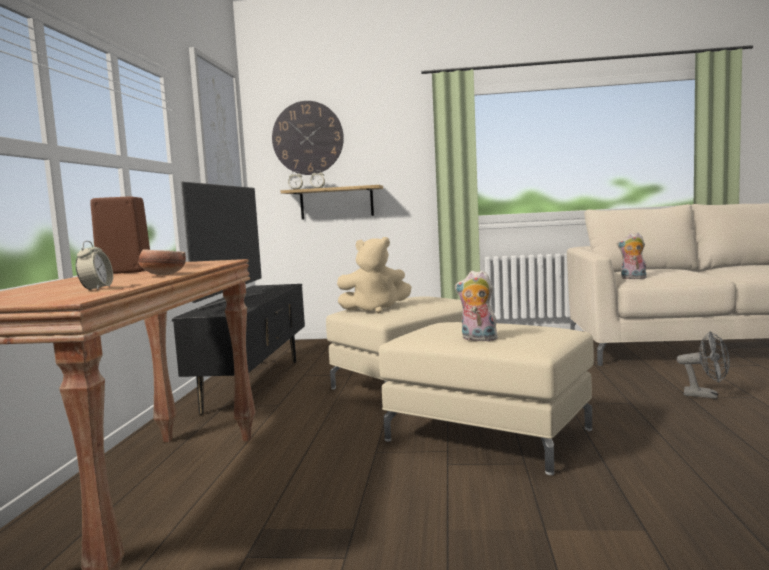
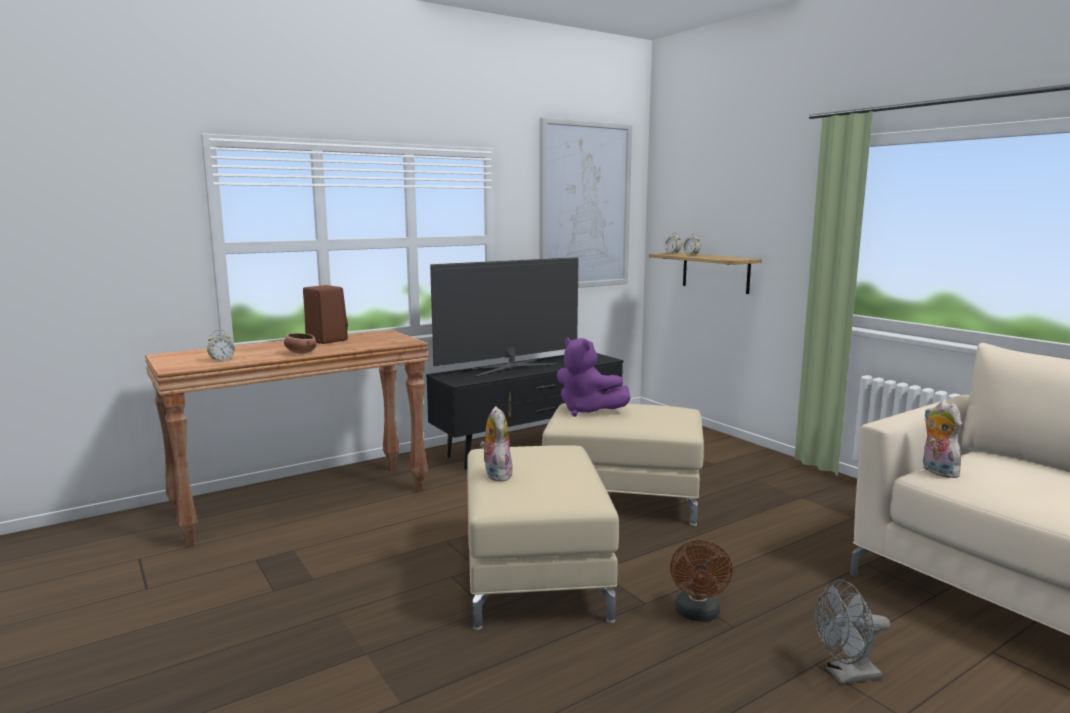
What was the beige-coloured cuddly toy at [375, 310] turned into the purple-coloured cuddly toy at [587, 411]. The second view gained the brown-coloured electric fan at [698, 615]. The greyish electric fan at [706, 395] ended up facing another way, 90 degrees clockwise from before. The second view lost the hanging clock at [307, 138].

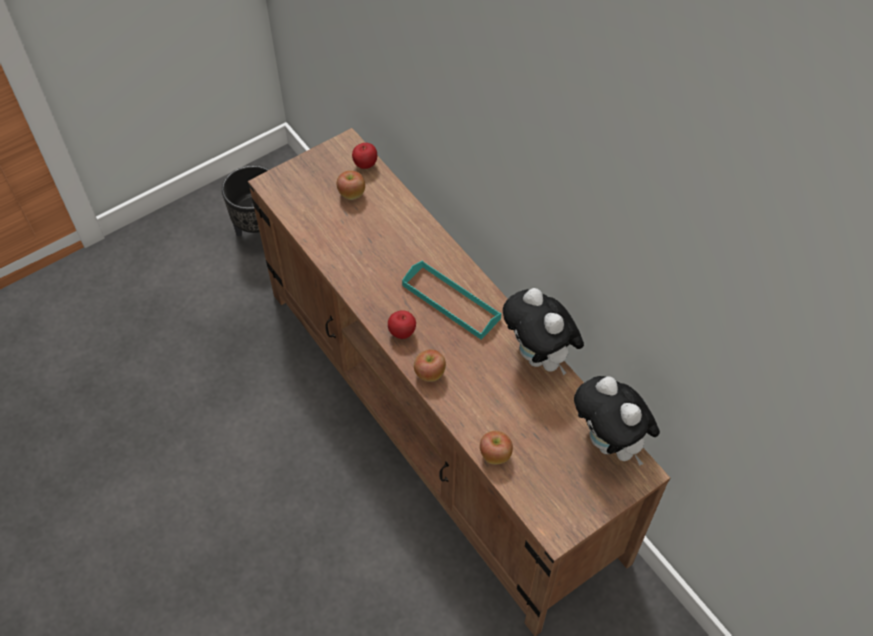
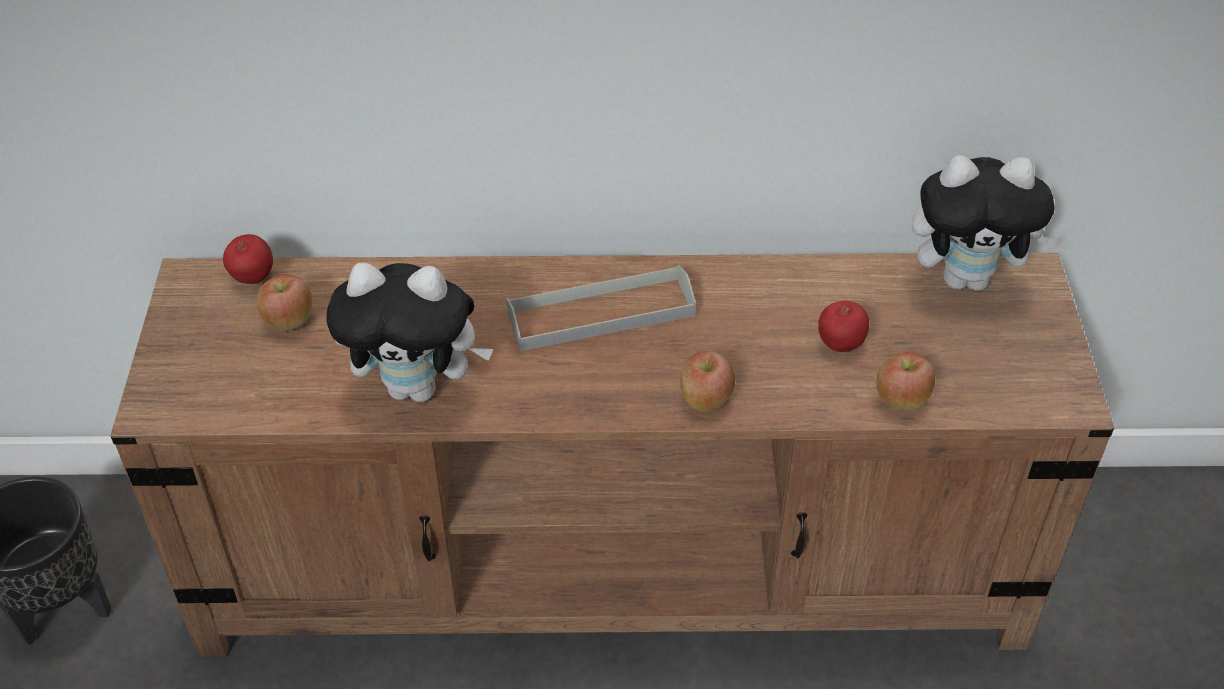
The cuddly toy ended up elsewhere, having gone from [539, 357] to [418, 387]. What was the turquoise tray at [451, 302] turned into the greyish tray at [601, 314]. The apple ended up elsewhere, having gone from [402, 333] to [840, 345].

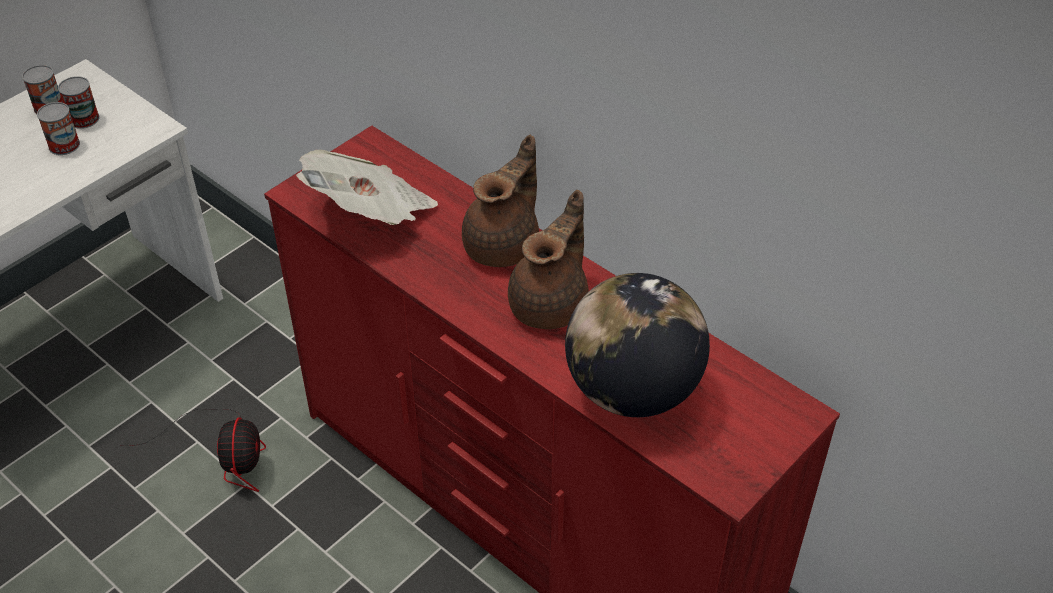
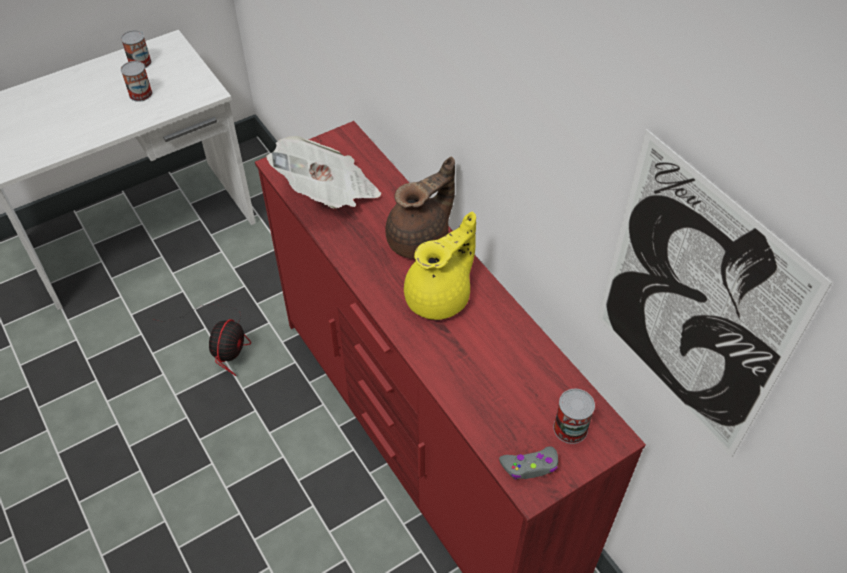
What was the brown-coloured teapot at [551, 304] turned into the yellowish teapot at [440, 297]. The second view gained the greyish gamepad at [530, 466]. The sealed can ended up elsewhere, having gone from [84, 119] to [570, 428]. The second view gained the wall picture at [692, 303]. The second view lost the globe at [632, 391].

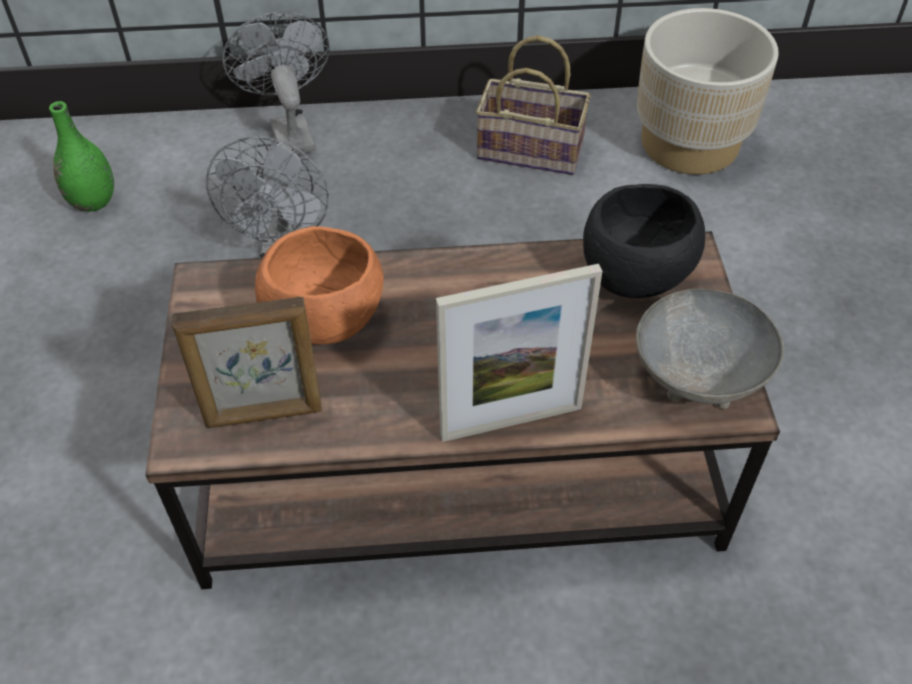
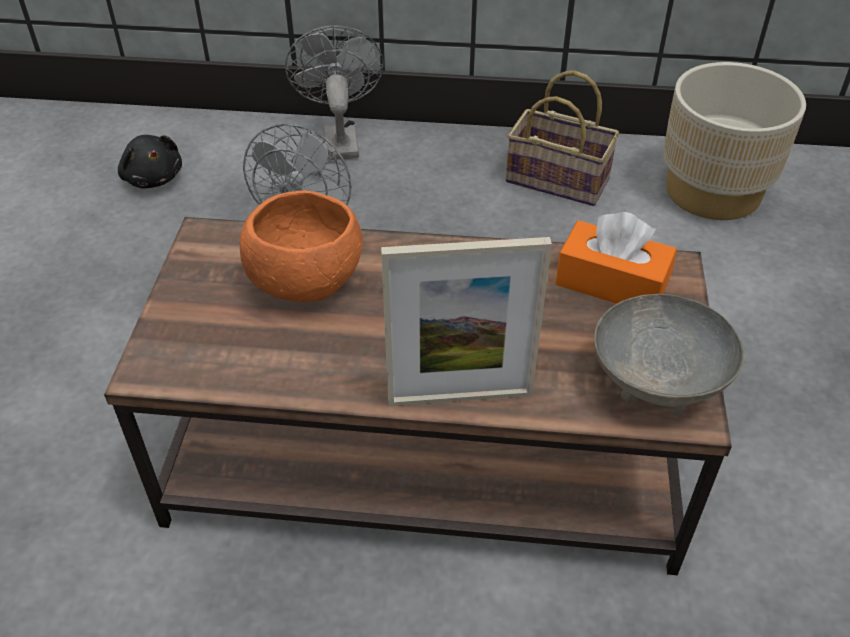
Where the green vase stood at [93, 202], the blackish cuddly toy came to stand at [153, 178]. Where the blackish deep dish stood at [633, 277], the orange-coloured box of tissues came to stand at [612, 283]. The second view lost the standing frame at [264, 415].

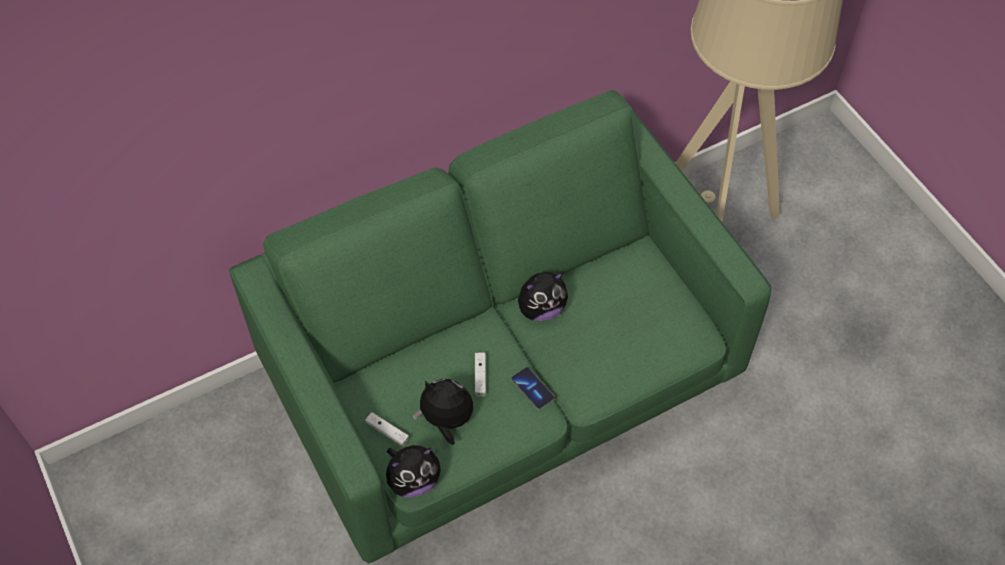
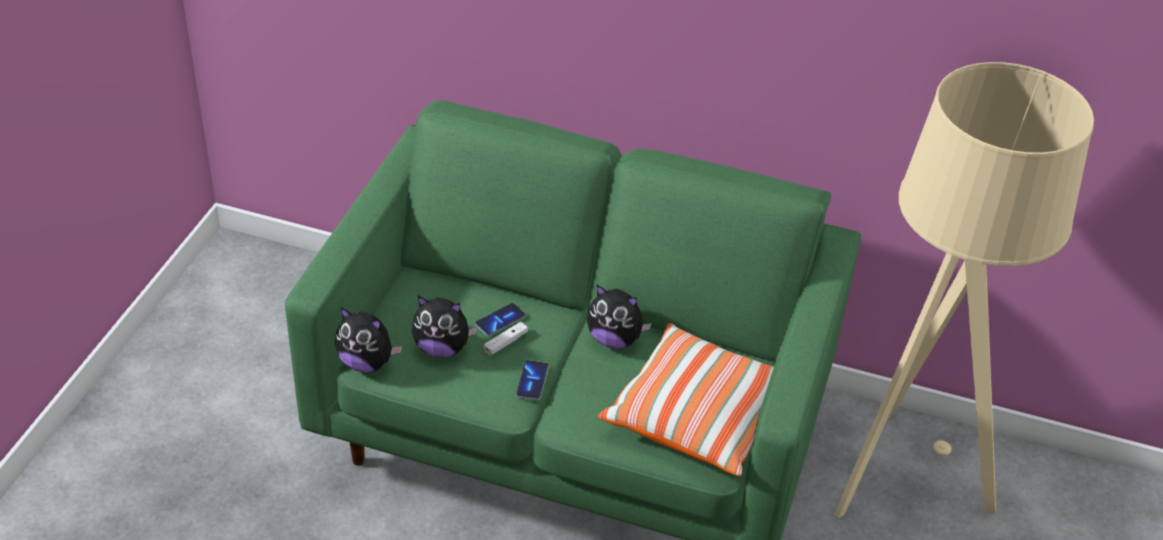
The cuddly toy at [446, 420] ended up facing another way, 135 degrees clockwise from before. The second view gained the telephone at [500, 321]. The second view gained the throw pillow at [697, 416]. The second view lost the whitish gamepad at [387, 432].

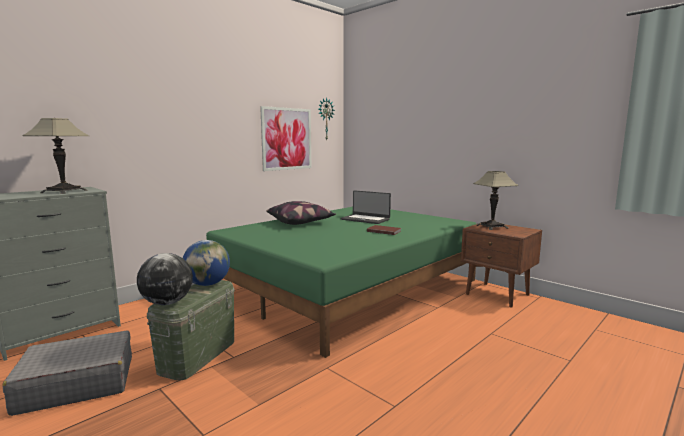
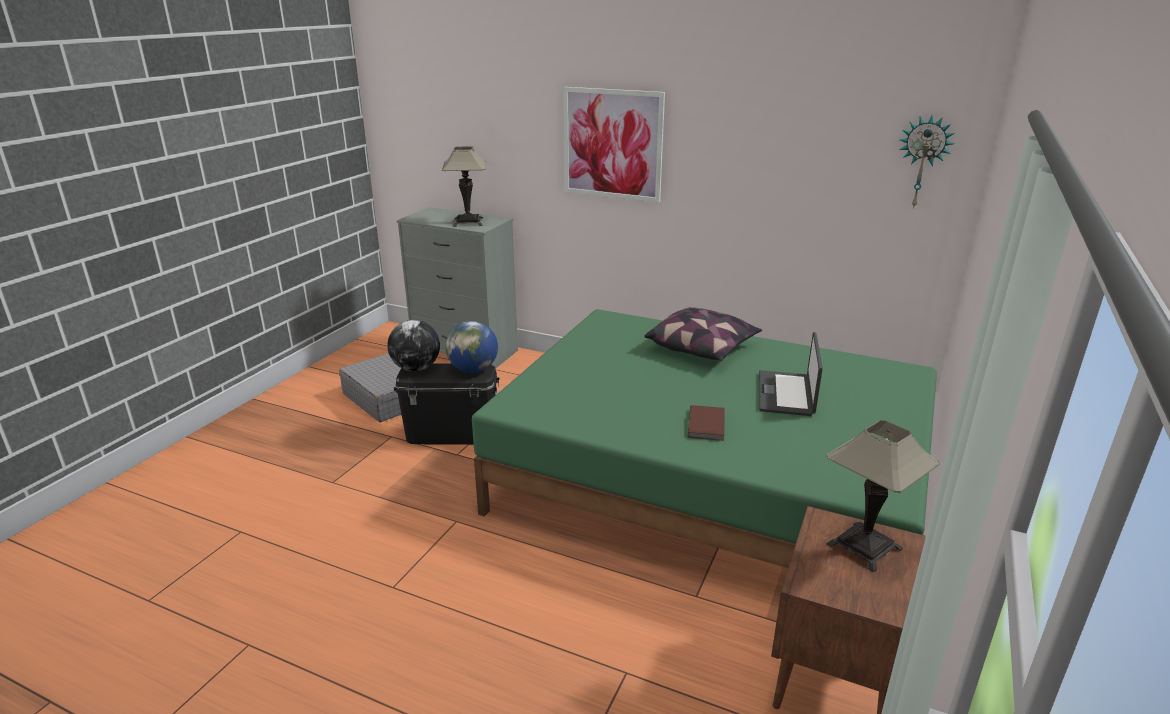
What was the green storage box at [198, 355] turned into the blackish storage box at [452, 433]. The wall picture ended up elsewhere, having gone from [287, 139] to [612, 144].

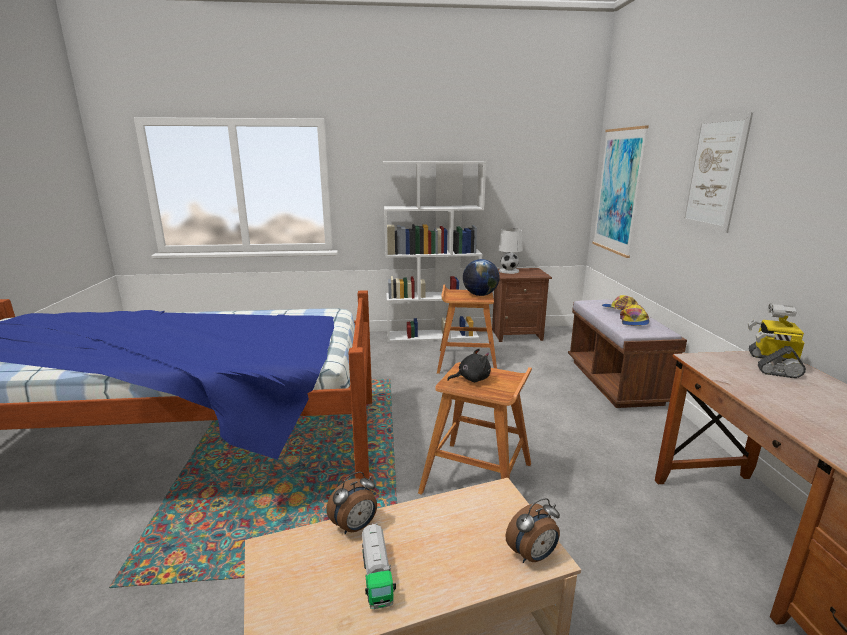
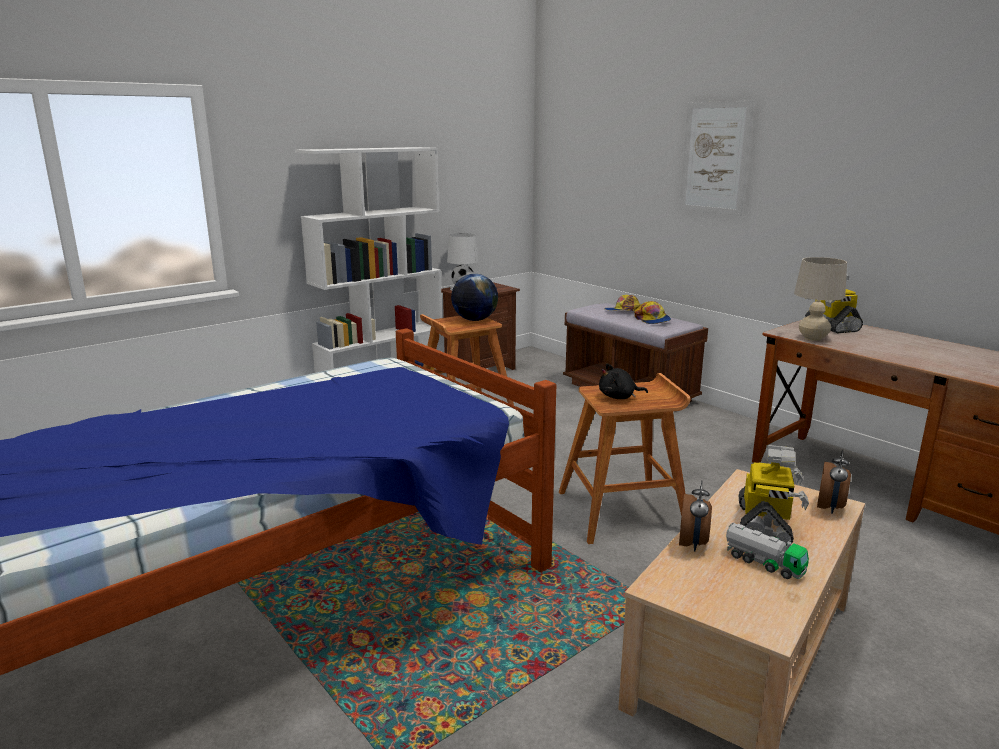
The blackish cuddly toy at [471, 379] ended up facing another way, 135 degrees counterclockwise from before. The second view gained the robot figure at [765, 525]. The second view gained the beige-coloured table lamp at [812, 338]. The second view lost the wall picture at [618, 191].

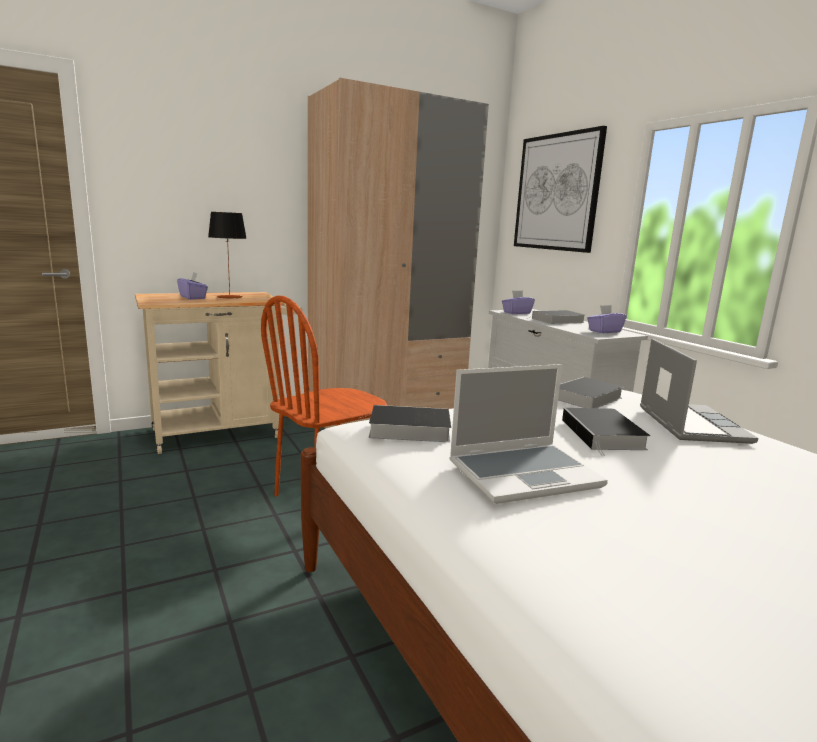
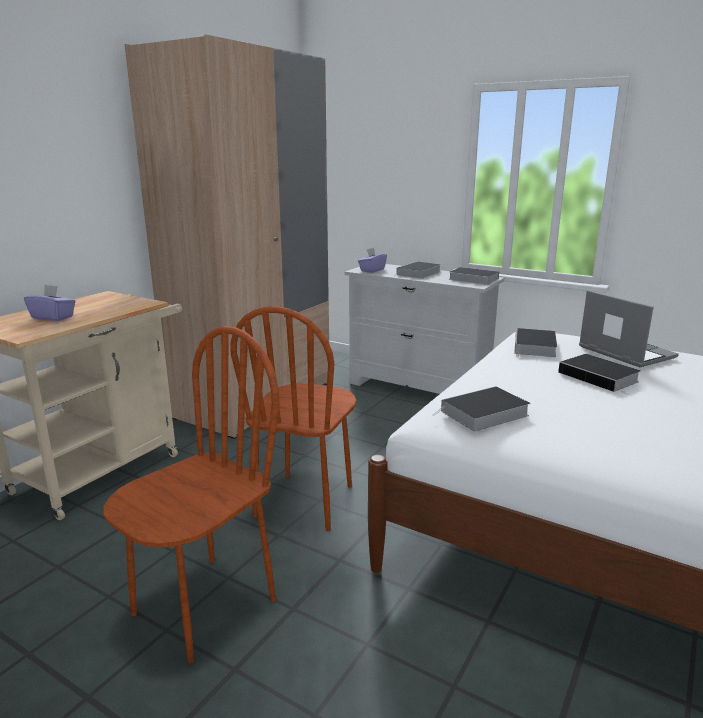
The second view gained the brown-coloured chair at [204, 606]. Where the purple-coloured box of tissues stood at [604, 331], the volume came to stand at [471, 279]. The second view lost the table lamp at [229, 297]. The second view lost the laptop at [524, 473]. The second view lost the wall picture at [556, 192].

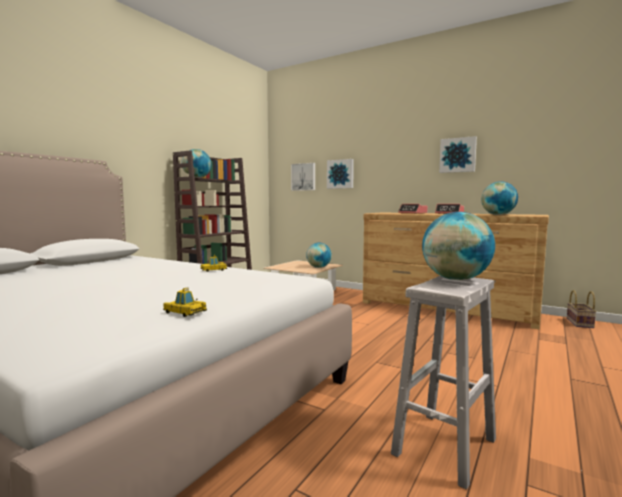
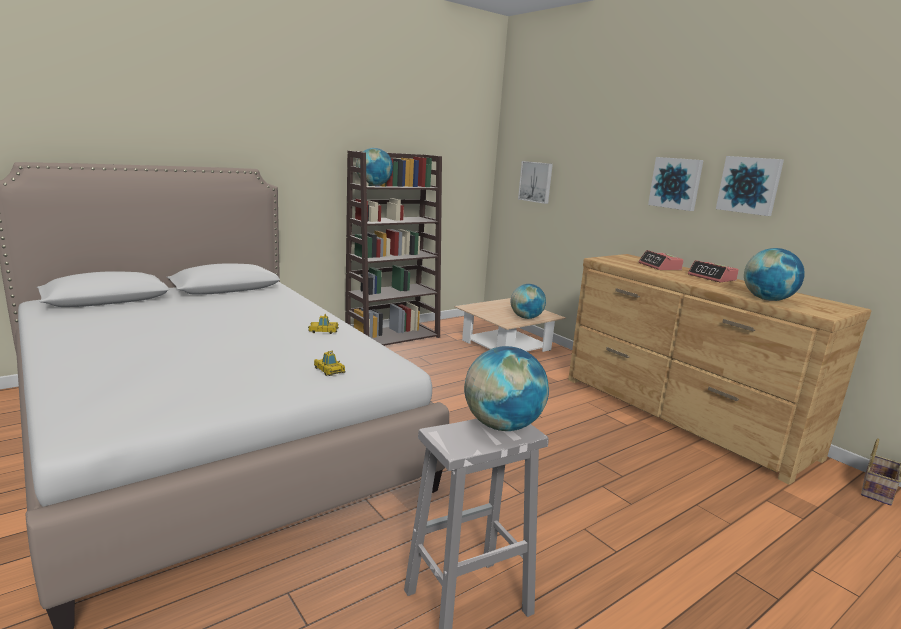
The miniature car ended up elsewhere, having gone from [185, 312] to [329, 370]. The wall picture ended up elsewhere, having gone from [340, 174] to [676, 183].

